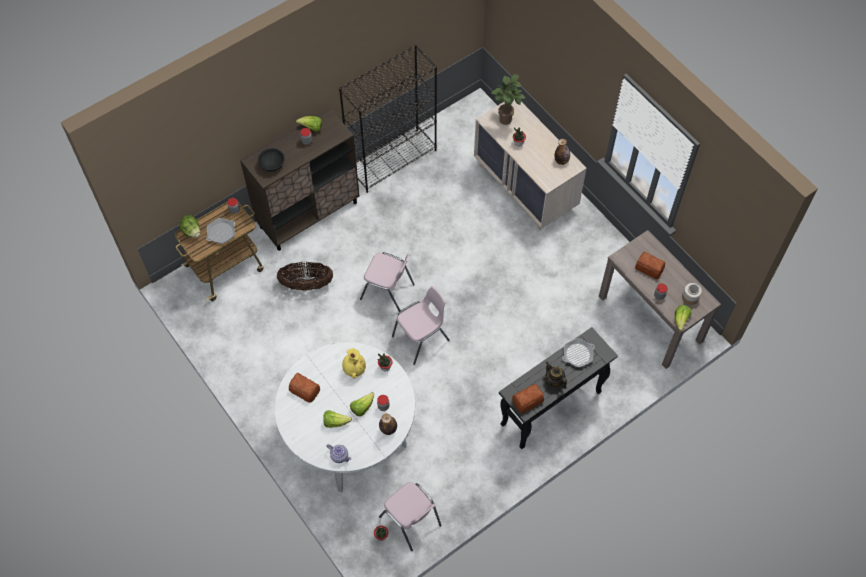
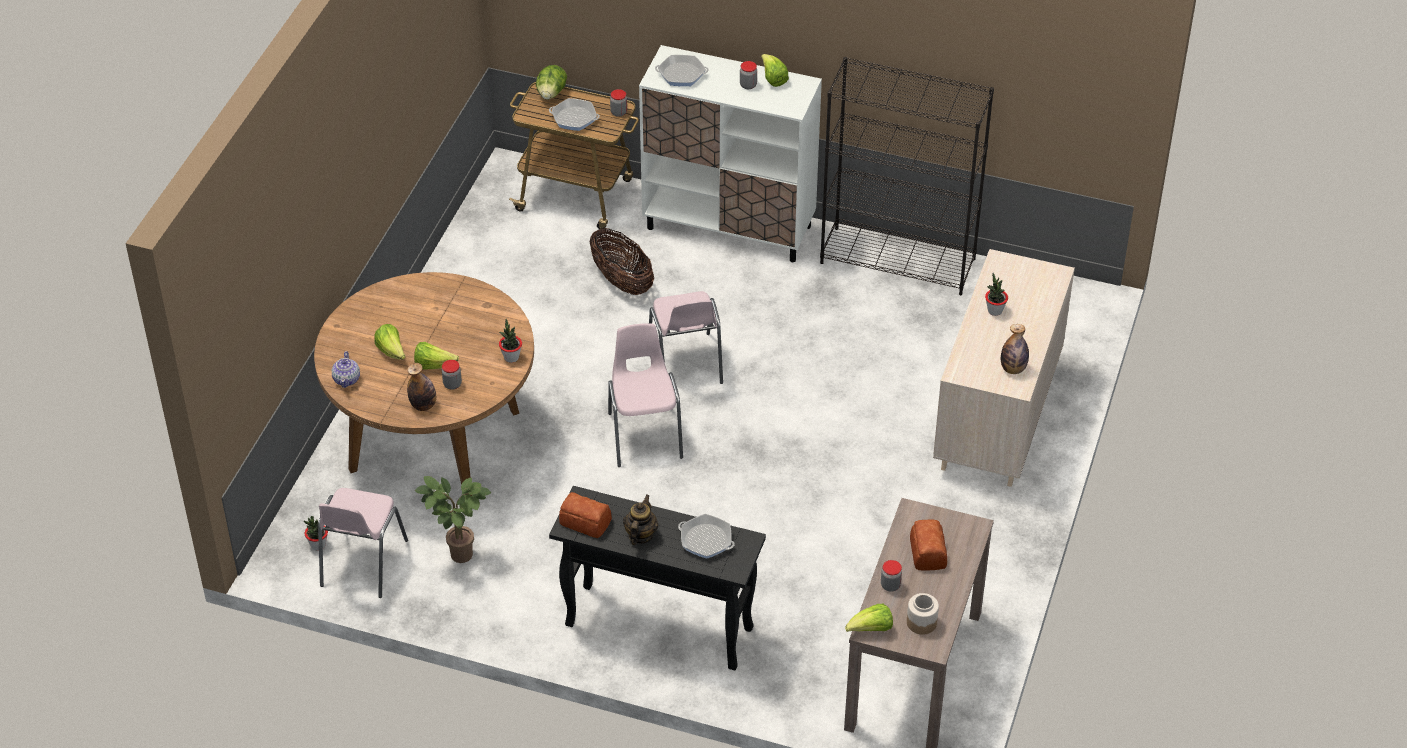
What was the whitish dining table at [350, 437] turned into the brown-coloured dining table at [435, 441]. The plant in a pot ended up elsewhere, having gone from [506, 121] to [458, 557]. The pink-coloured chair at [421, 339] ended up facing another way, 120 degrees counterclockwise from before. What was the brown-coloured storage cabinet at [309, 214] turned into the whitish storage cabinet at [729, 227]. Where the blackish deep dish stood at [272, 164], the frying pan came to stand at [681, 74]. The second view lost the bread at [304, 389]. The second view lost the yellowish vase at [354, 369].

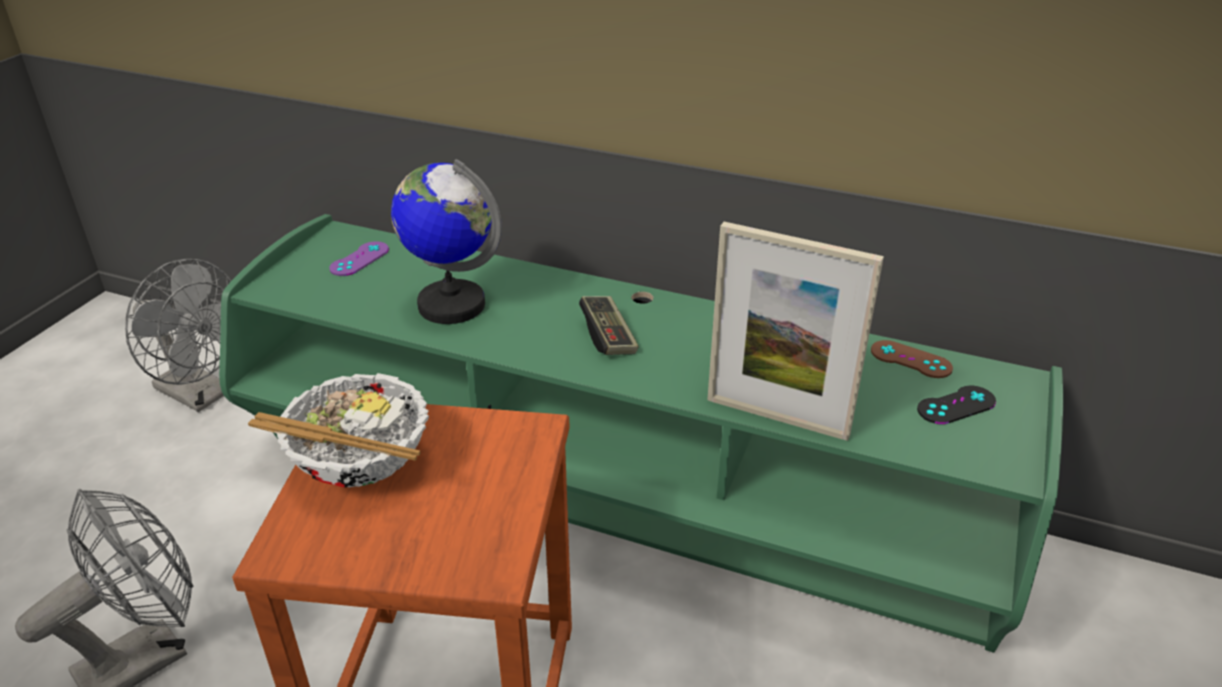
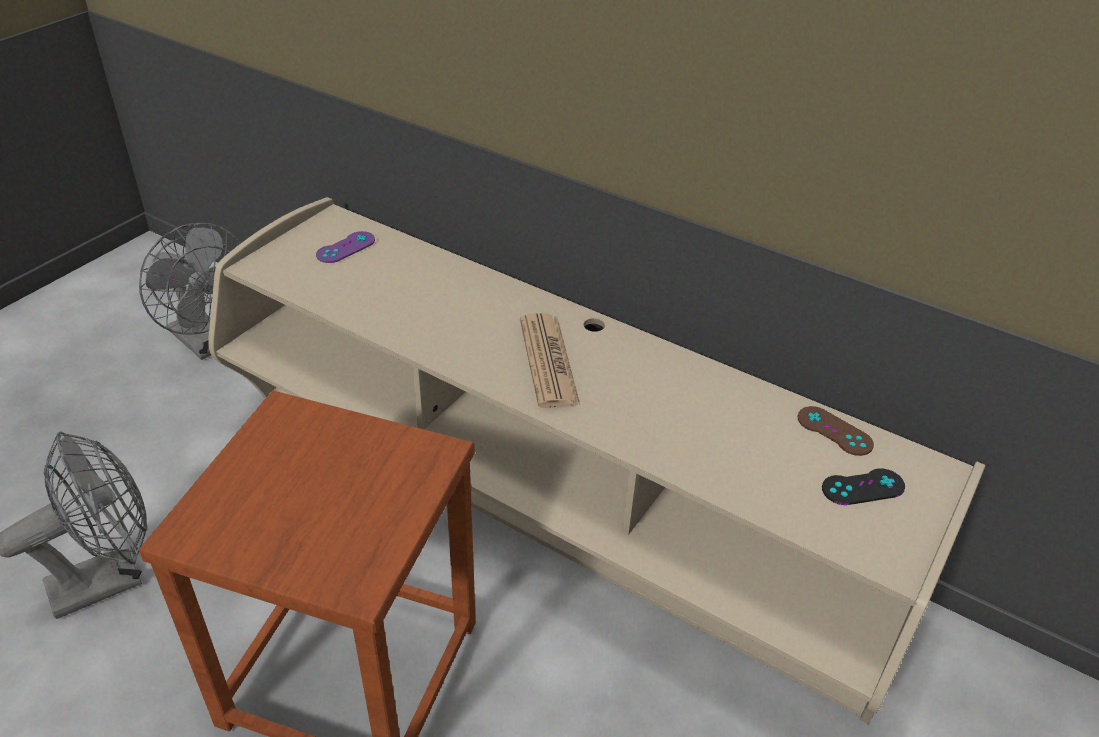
What was the green media console at [612, 503] turned into the beige-coloured media console at [545, 509]. Where the gamepad stood at [608, 336], the printed paper came to stand at [548, 361]. The second view lost the deep dish at [360, 465]. The second view lost the globe at [451, 304]. The second view lost the standing frame at [777, 417].

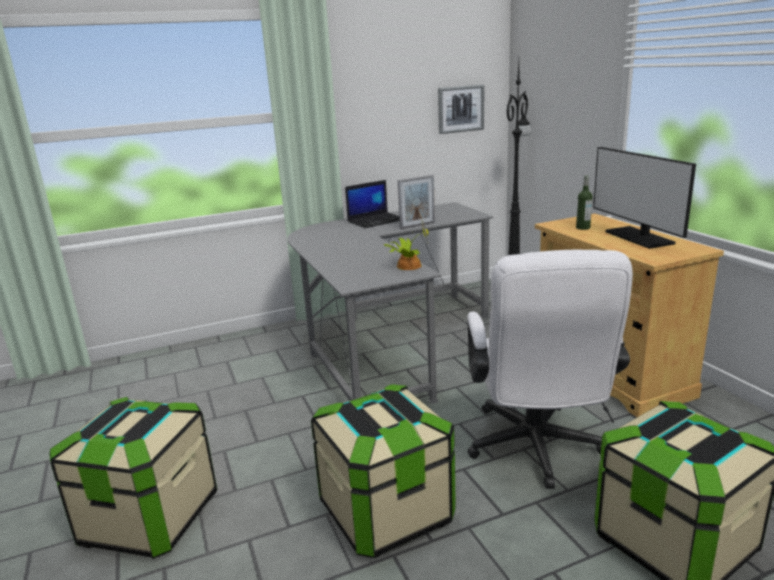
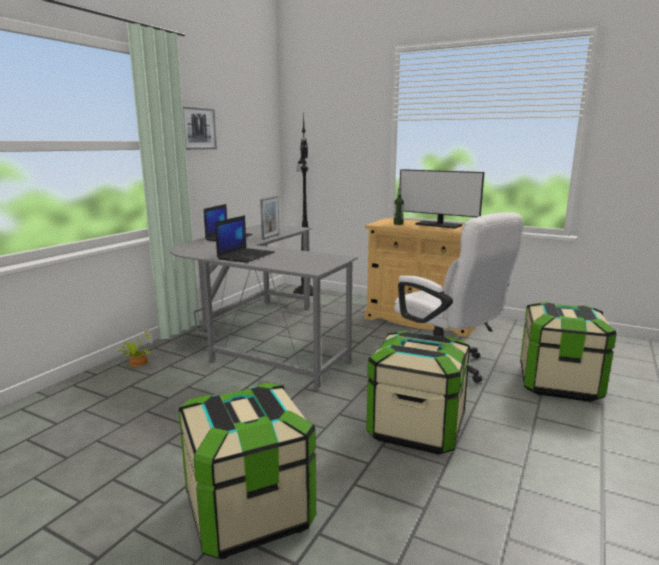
The plant in a pot ended up elsewhere, having gone from [407, 266] to [137, 362]. The wall picture ended up elsewhere, having gone from [460, 109] to [197, 128]. The second view gained the laptop at [246, 256].

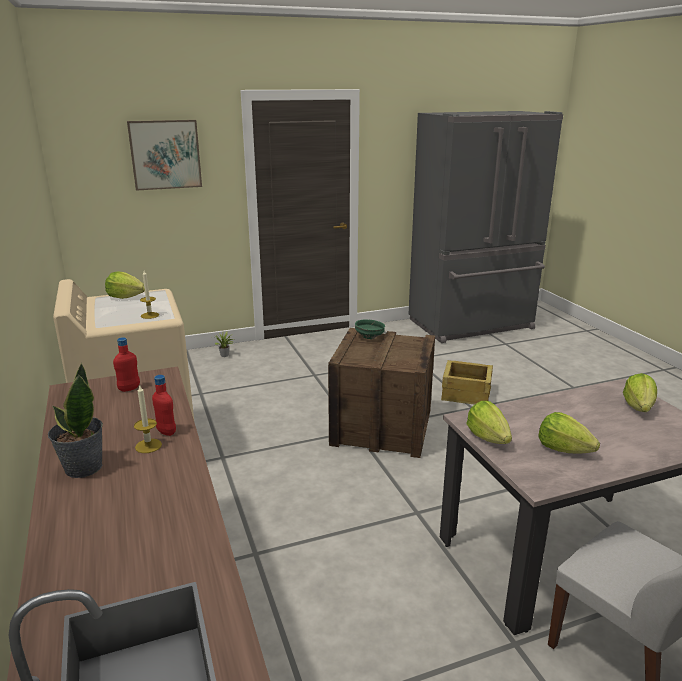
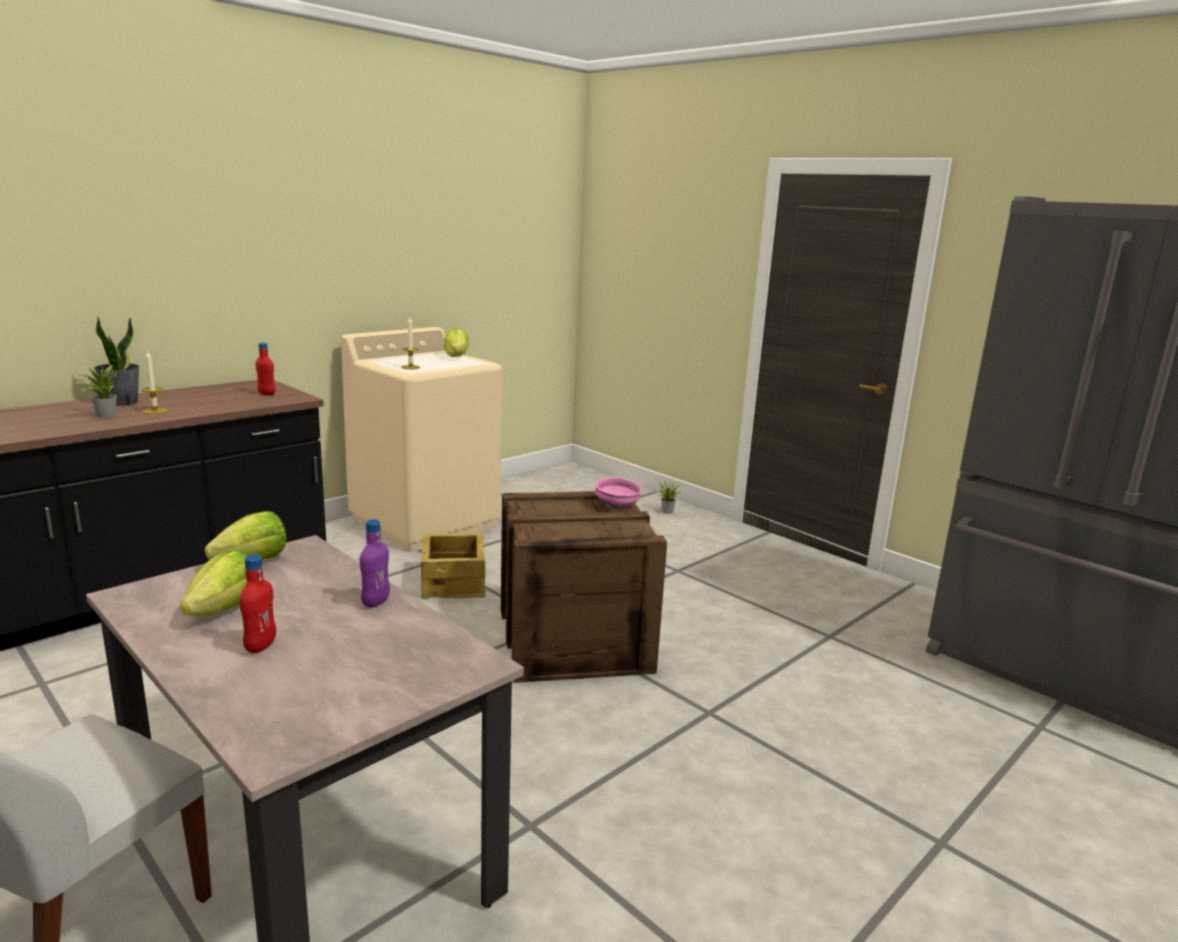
The second view gained the plant in a pot at [104, 415]. The red-coloured beverage bottle ended up elsewhere, having gone from [166, 432] to [260, 646]. The second view gained the purple-coloured beverage bottle at [375, 602]. The shipping crate ended up elsewhere, having gone from [465, 394] to [454, 582]. What was the green deep dish at [370, 337] turned into the pink-coloured deep dish at [617, 506]. The second view lost the wall picture at [165, 154]. The second view lost the lettuce at [638, 407].

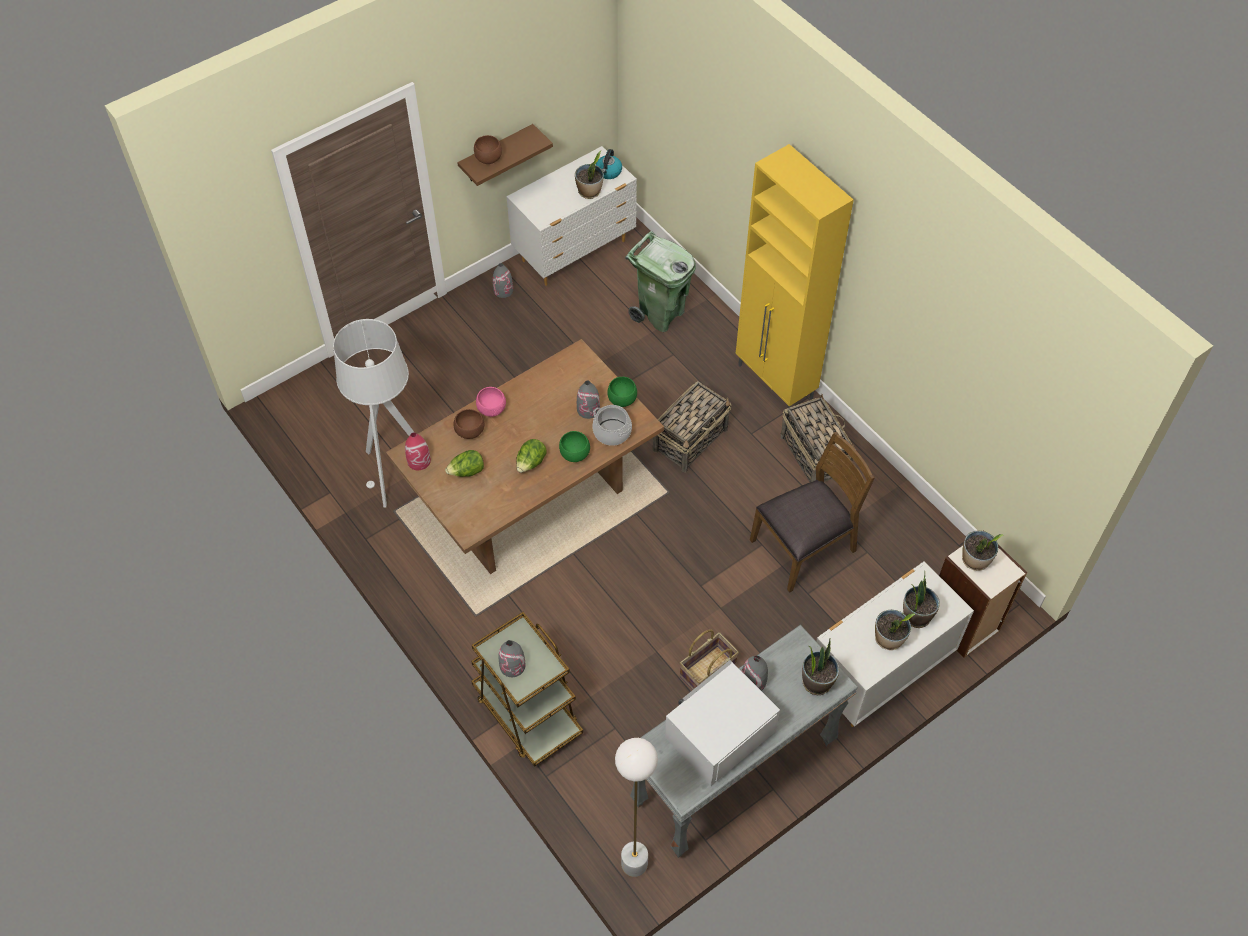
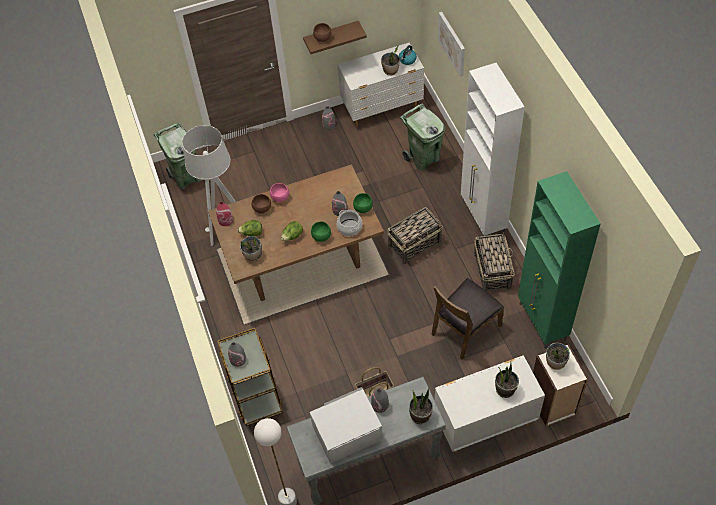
The second view gained the green trash can at [186, 177]. The plant in a pot ended up elsewhere, having gone from [889, 639] to [253, 255]. The brown-coloured chair at [804, 546] ended up facing another way, 150 degrees clockwise from before. The second view gained the wall picture at [452, 43]. What was the yellowish storage cabinet at [775, 383] turned into the whitish storage cabinet at [483, 218]. The second view gained the green storage cabinet at [542, 323].

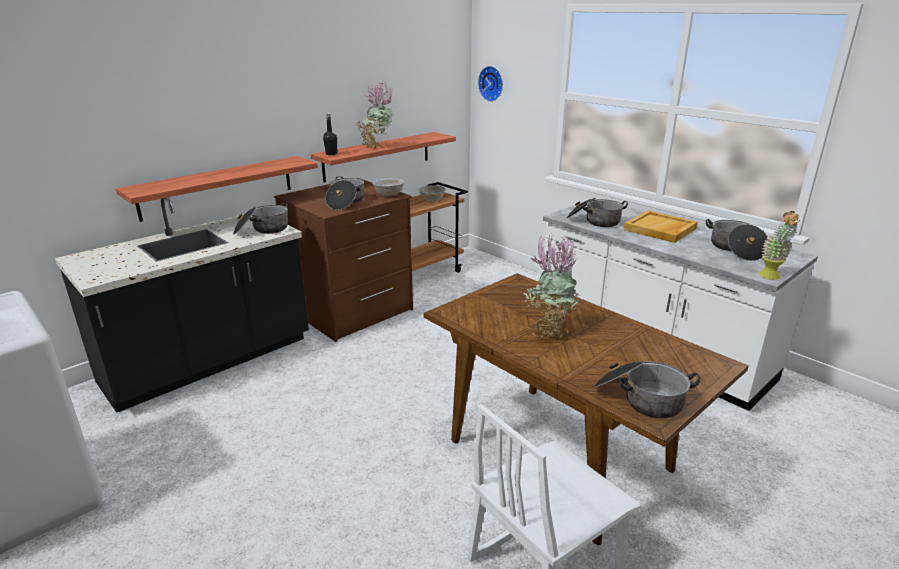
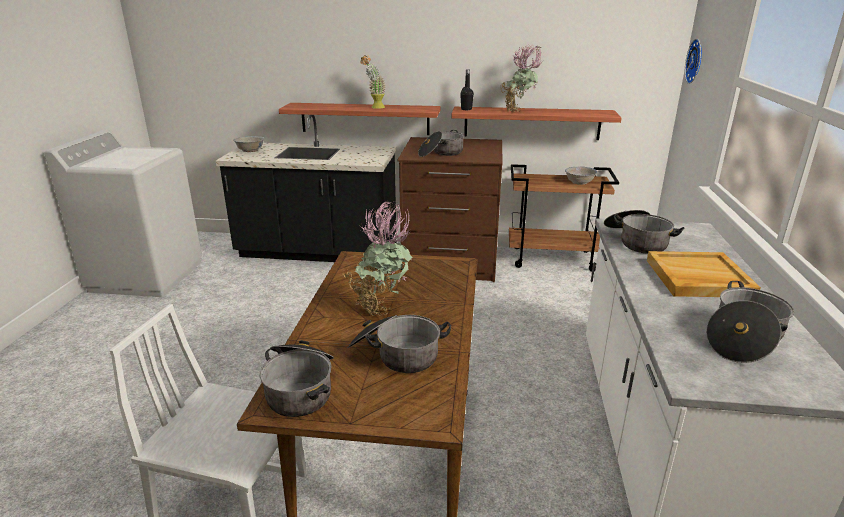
The whitish deep dish ended up elsewhere, having gone from [389, 194] to [250, 150]. The saucepot ended up elsewhere, having gone from [262, 230] to [396, 355]. The plant in a pot ended up elsewhere, having gone from [771, 278] to [374, 107].

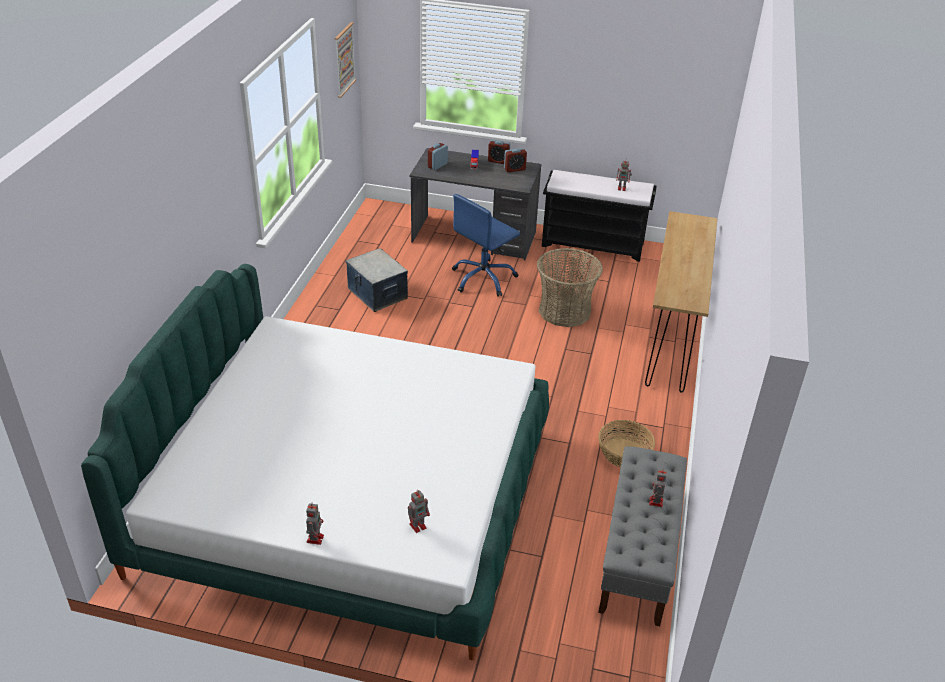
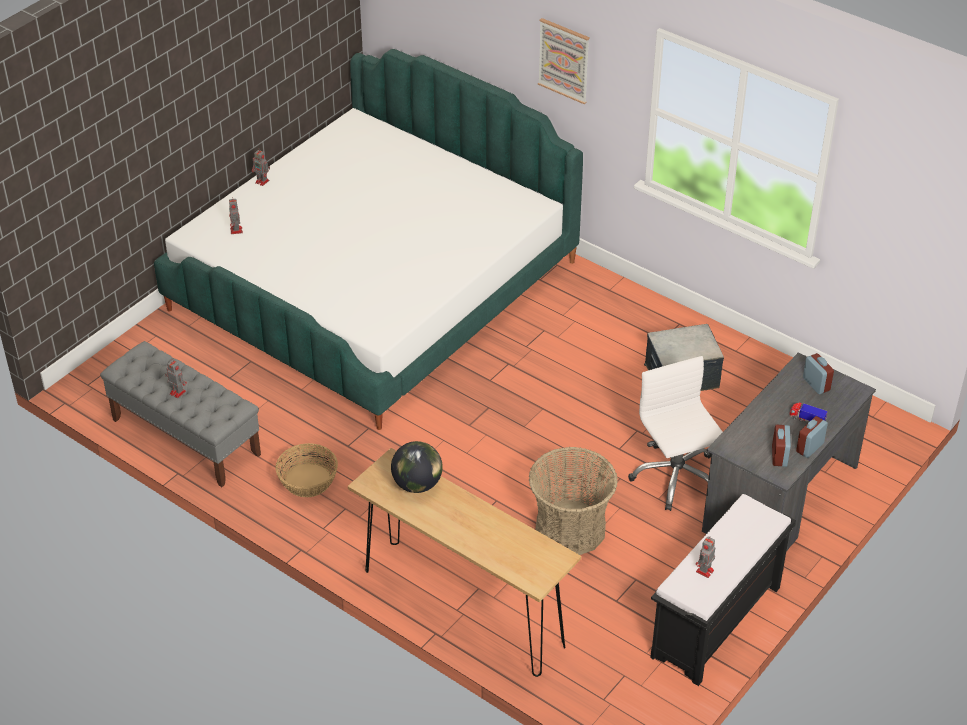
The second view gained the globe at [417, 484]. The wall picture ended up elsewhere, having gone from [344, 59] to [564, 60]. What was the blue-coloured computer chair at [483, 278] turned into the whitish computer chair at [675, 477].

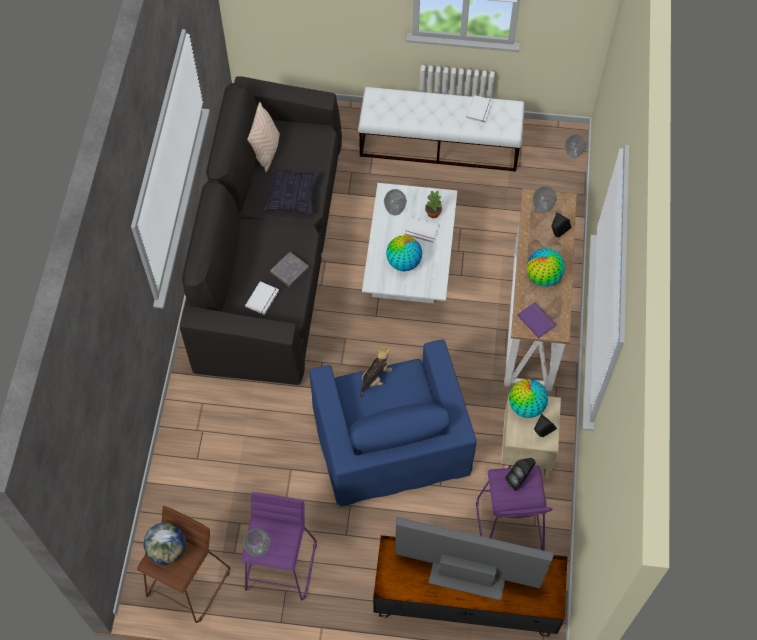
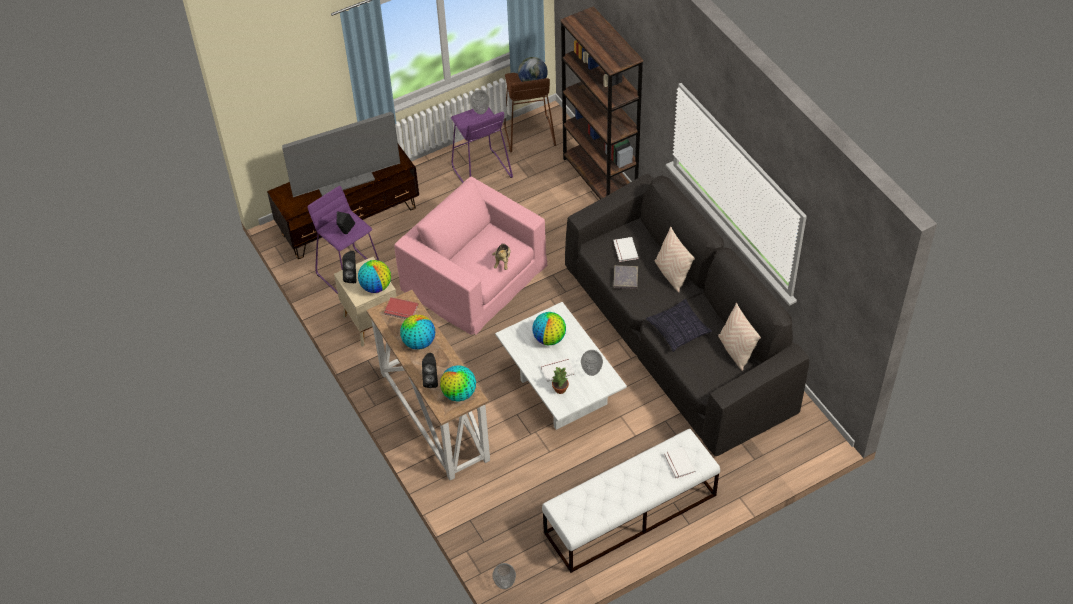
What was the purple-coloured volume at [537, 320] turned into the red-coloured volume at [401, 310]. What was the blue-coloured armchair at [390, 438] turned into the pink-coloured armchair at [474, 276]. Where the vase stood at [542, 208], the globe came to stand at [459, 394]. The second view gained the brown-coloured bookshelf at [600, 178]. The second view gained the beige-coloured throw pillow at [671, 274]. The whitish volume ended up elsewhere, having gone from [480, 110] to [678, 463].

